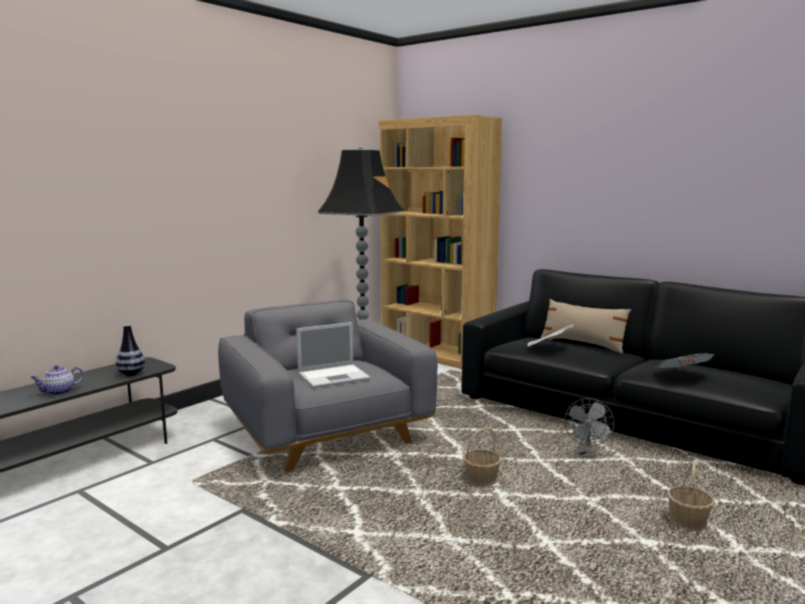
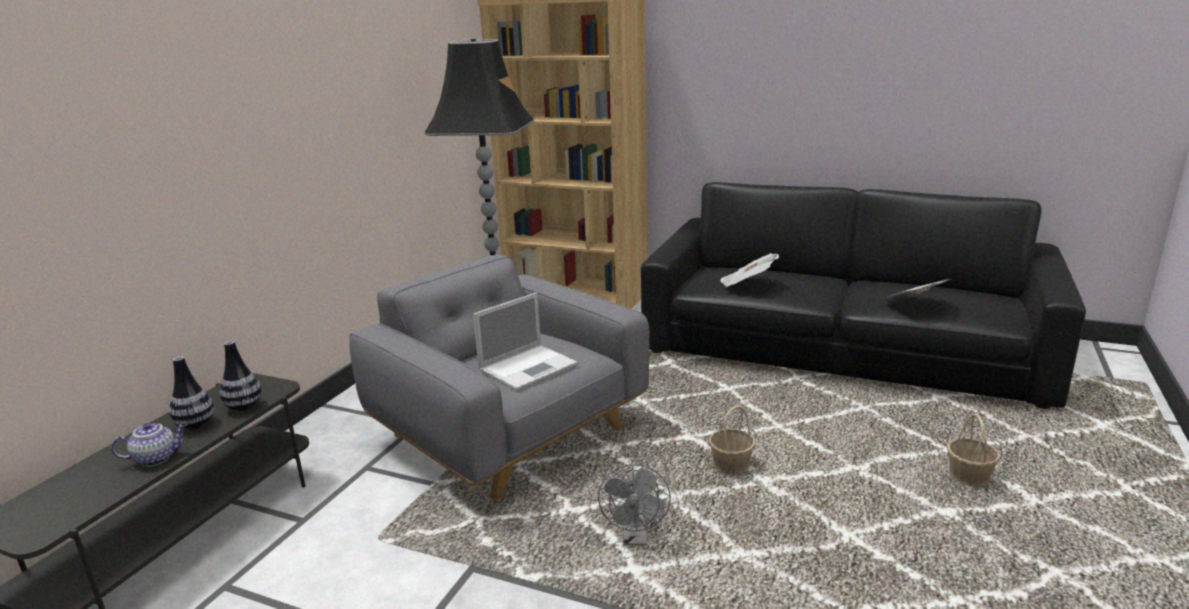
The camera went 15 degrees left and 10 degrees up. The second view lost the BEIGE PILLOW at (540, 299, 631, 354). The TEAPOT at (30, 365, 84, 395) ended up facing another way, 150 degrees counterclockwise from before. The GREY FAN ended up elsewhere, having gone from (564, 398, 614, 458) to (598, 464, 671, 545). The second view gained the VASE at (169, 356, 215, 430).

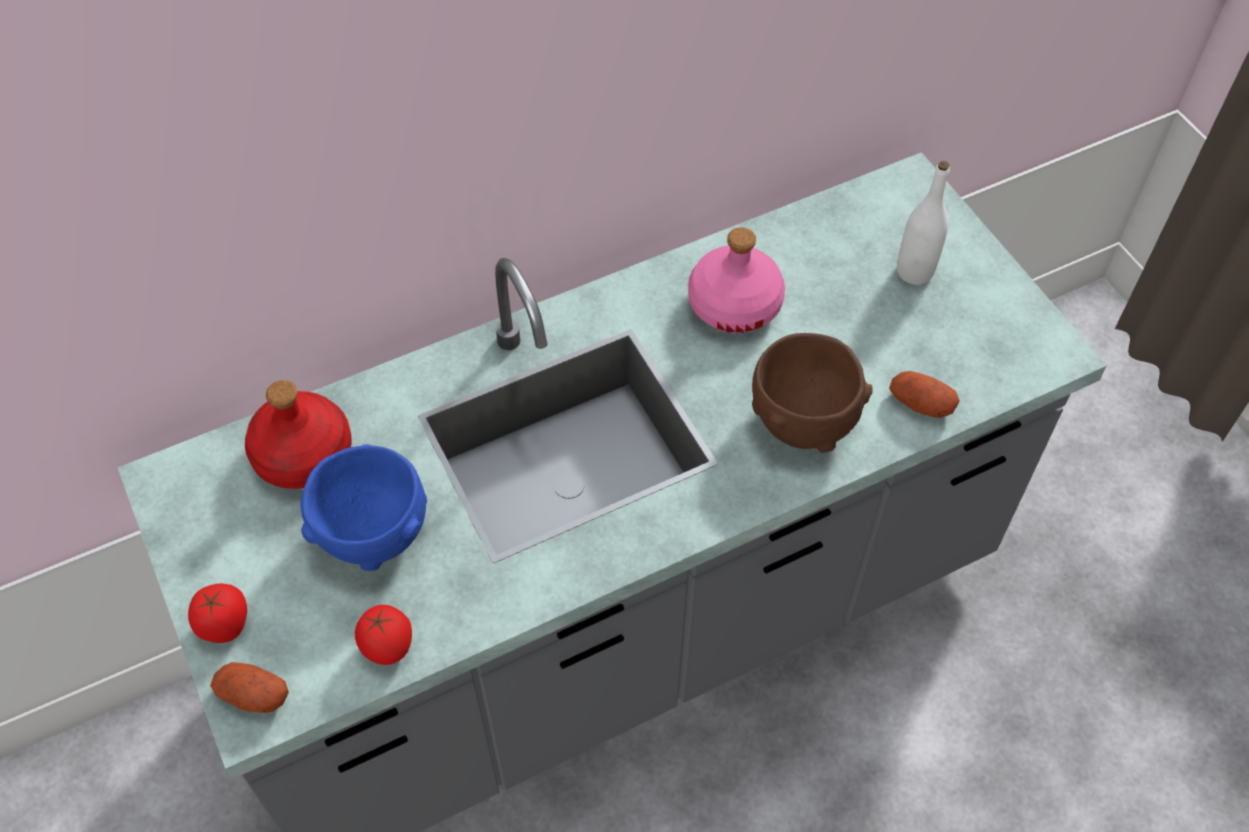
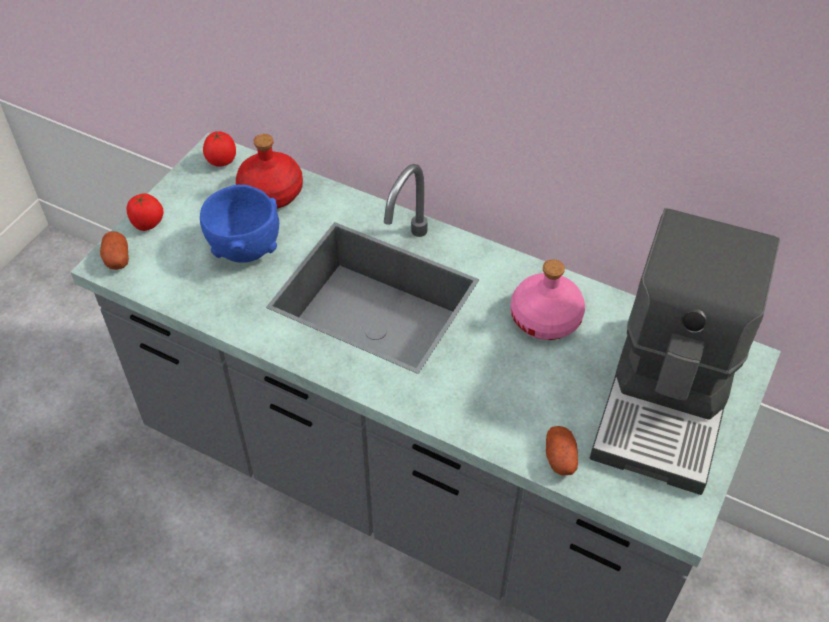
The camera went 55 degrees right and 5 degrees down. Where the WHITE BOTTLE stood at (897, 161, 950, 285), the COFFEE MACHINE came to stand at (590, 208, 780, 495). The second view lost the BROWN BOWL at (752, 333, 873, 453). The TOMATO ended up elsewhere, having gone from (355, 605, 412, 665) to (203, 131, 236, 167).

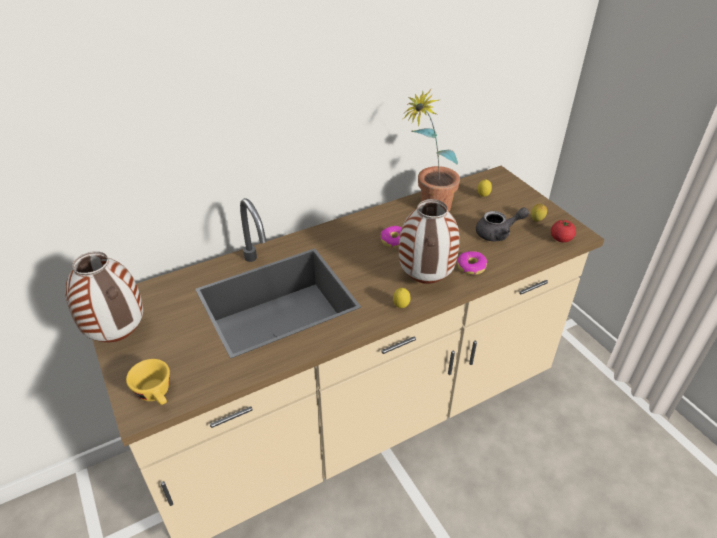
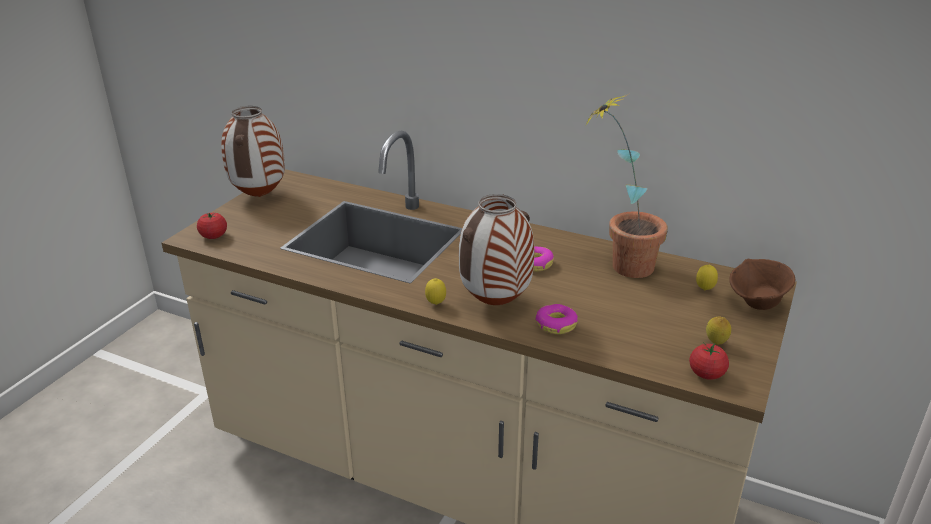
The camera went 55 degrees right and 10 degrees down. The second view lost the GREY TEAPOT at (476, 207, 529, 241). Where the YELLOW CUP stood at (126, 359, 170, 405), the TOMATO came to stand at (197, 213, 227, 239). The second view gained the BROWN BOWL at (729, 259, 795, 310).

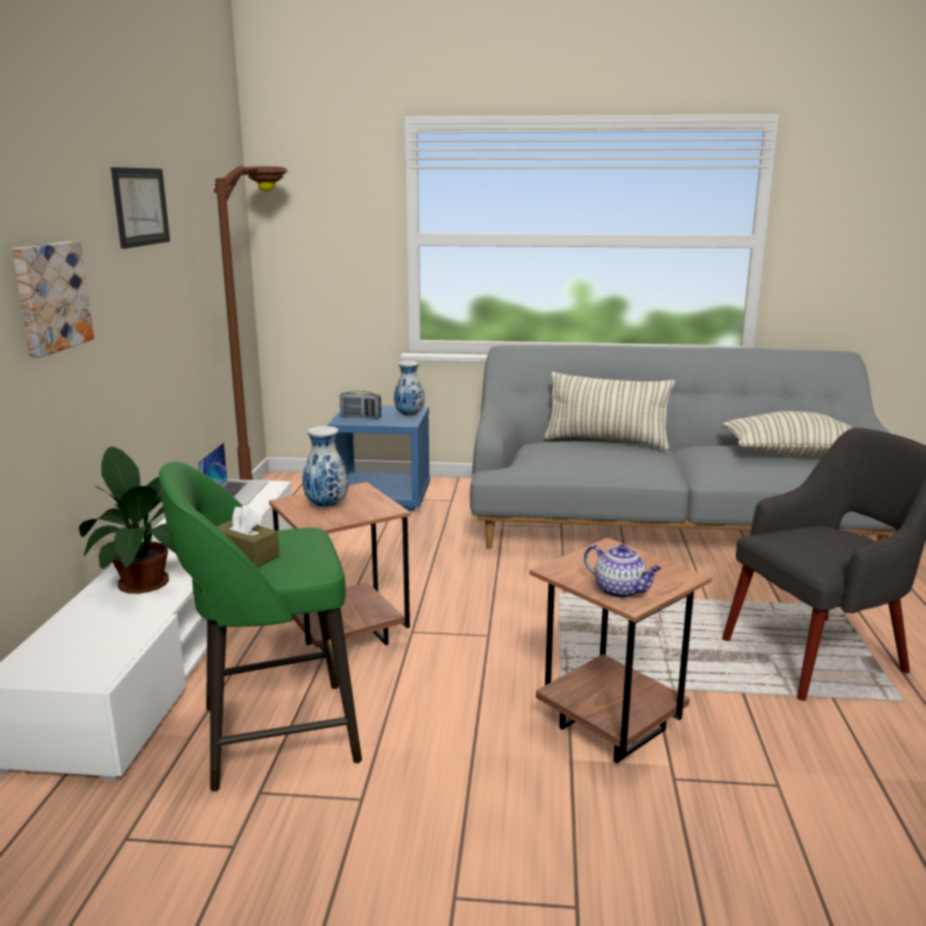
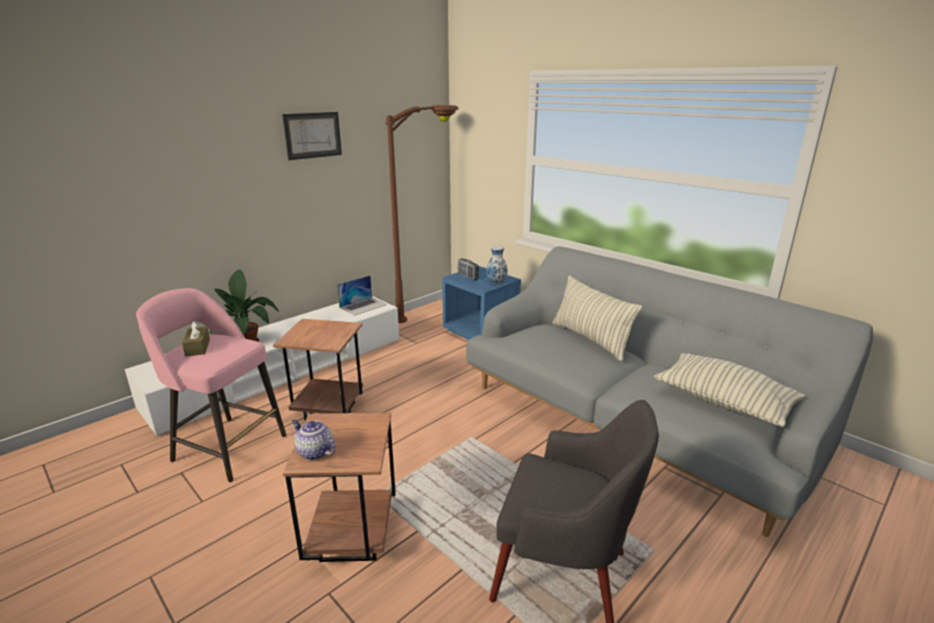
The camera went 40 degrees right and 5 degrees up. The second view lost the PICTURE at (12, 241, 94, 358). The second view lost the VASE at (303, 426, 349, 508). What was the GREEN STOOL at (159, 462, 362, 792) turned into the PINK STOOL at (136, 288, 286, 482). The TEAPOT at (584, 544, 661, 598) ended up facing another way, 135 degrees clockwise from before.

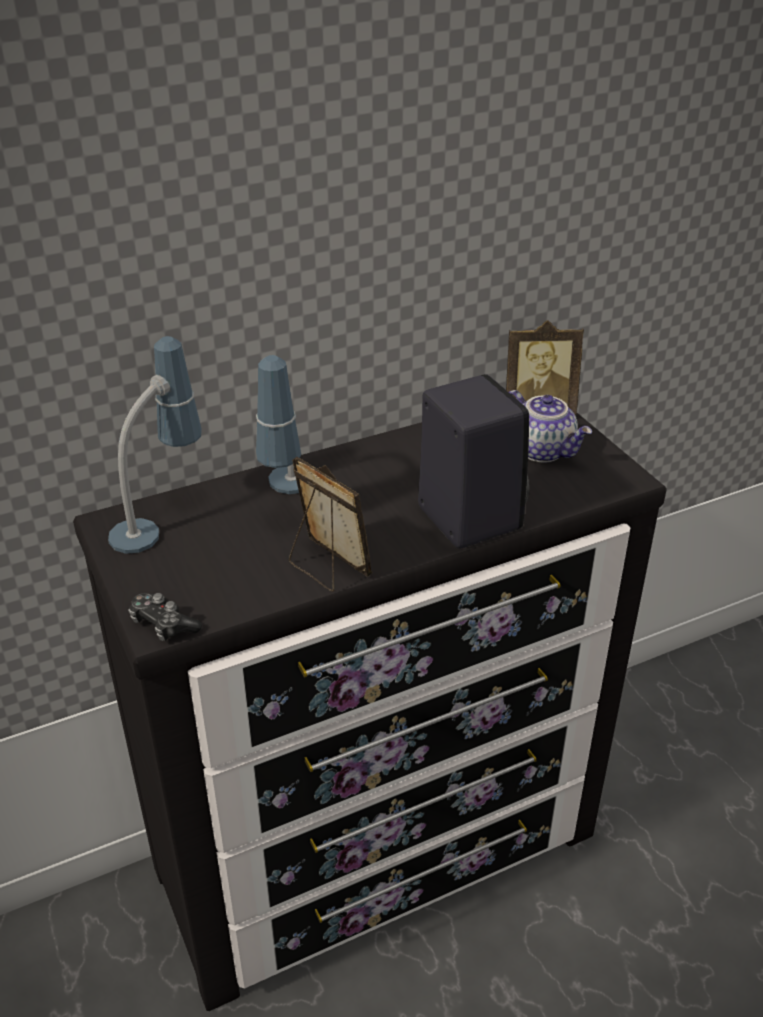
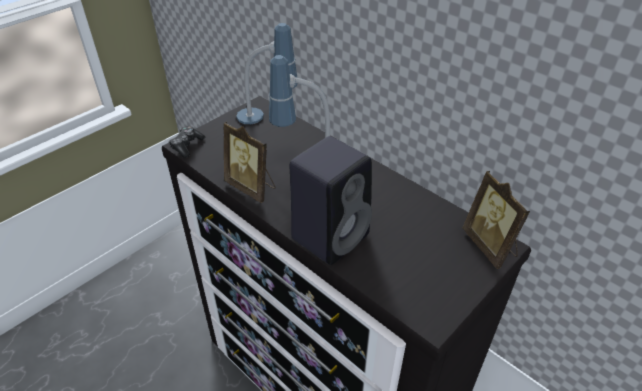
The camera went 70 degrees right and 5 degrees up. The second view lost the TEAPOT at (509, 390, 592, 463). The PICTURE FRAME at (289, 457, 372, 592) ended up facing another way, 105 degrees clockwise from before.

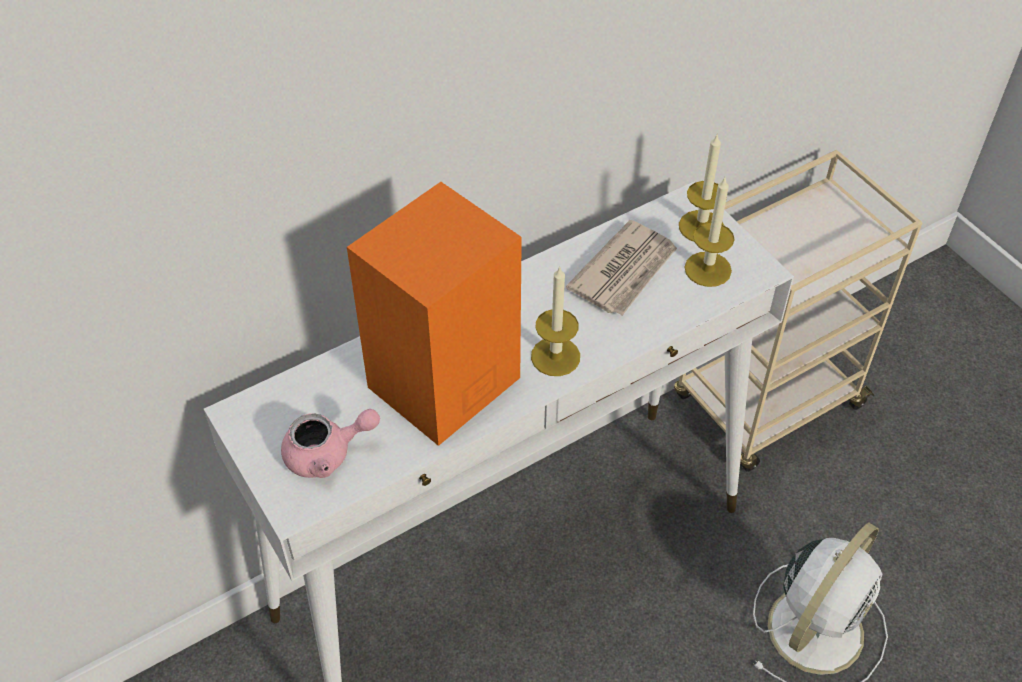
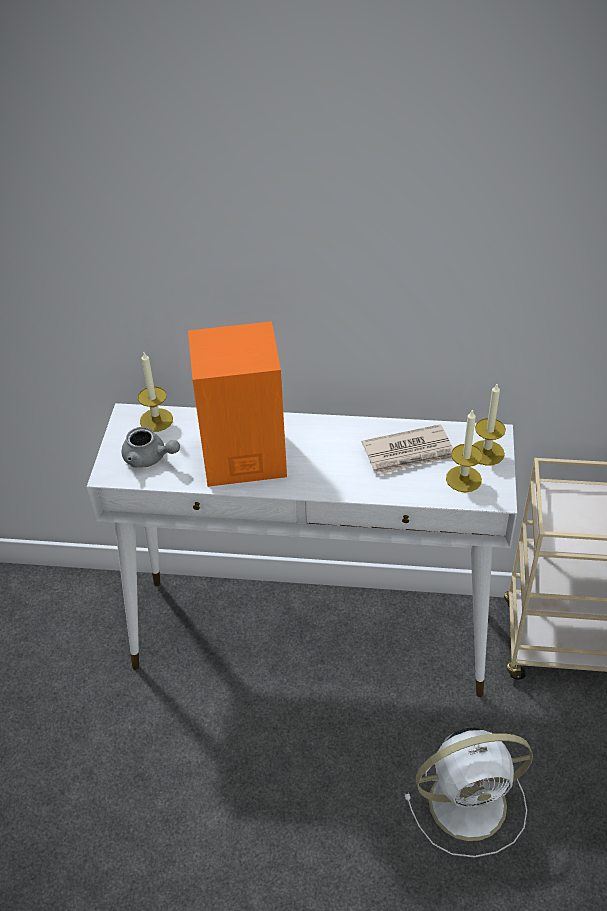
The camera went 40 degrees right and 5 degrees down. The CANDLE ended up elsewhere, having gone from (531, 265, 580, 376) to (138, 352, 173, 432). What was the PINK TEAPOT at (281, 409, 380, 478) turned into the GREY TEAPOT at (122, 427, 180, 468).

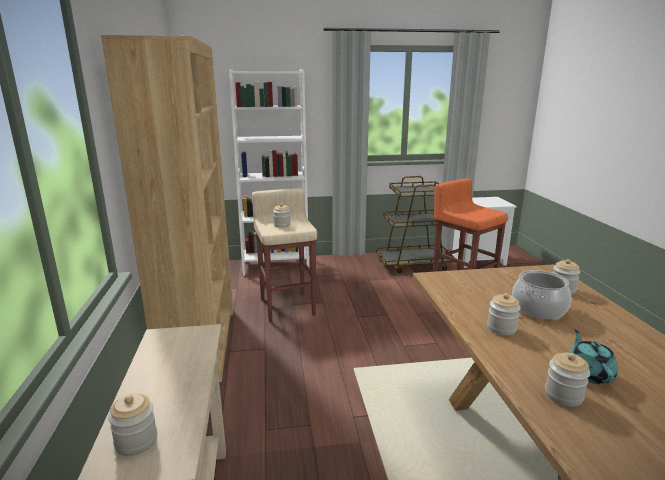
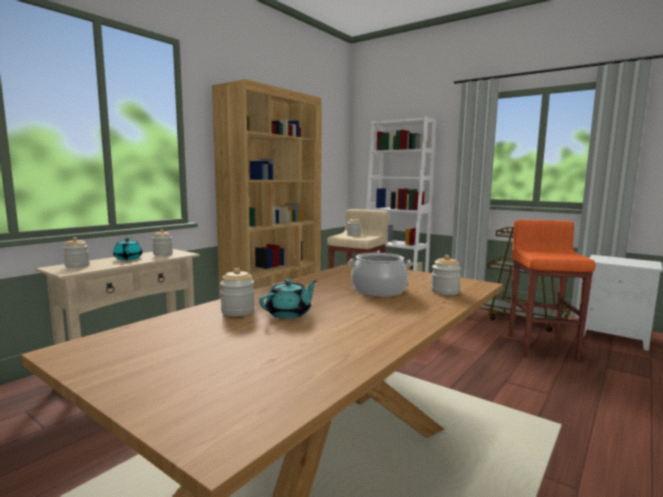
The camera went 45 degrees right and 10 degrees down. The JAR ended up elsewhere, having gone from (487, 293, 521, 335) to (152, 229, 173, 256). The second view gained the TURQUOISE TEAPOT at (113, 238, 142, 260).

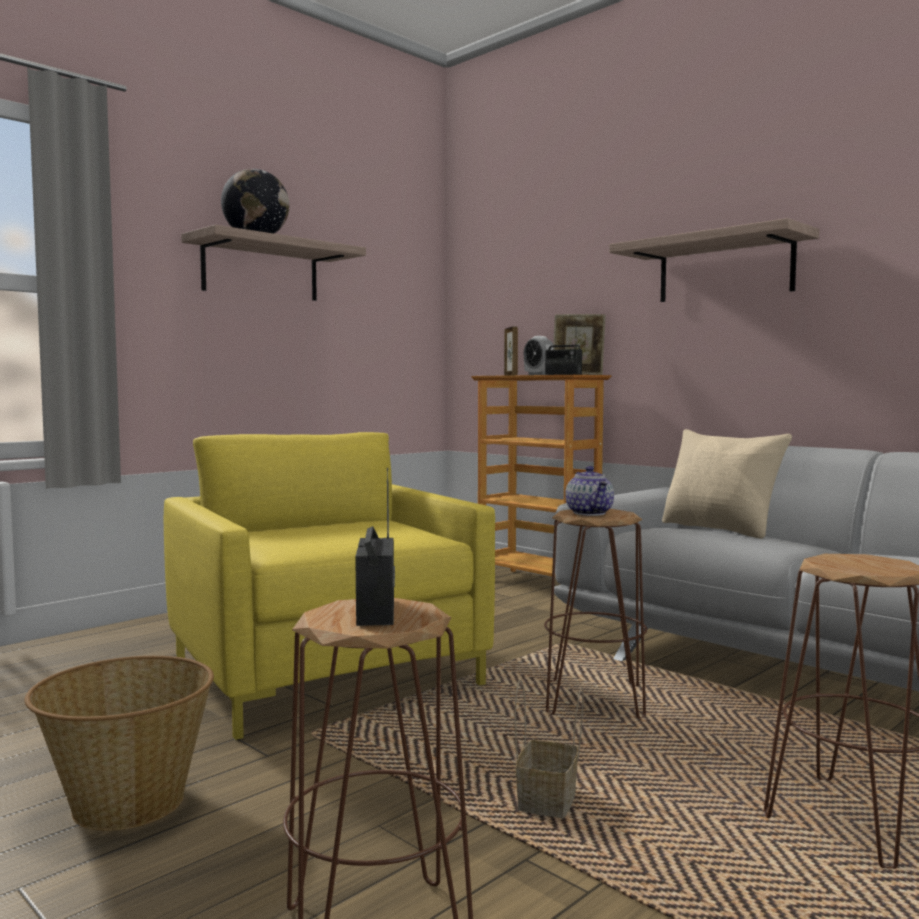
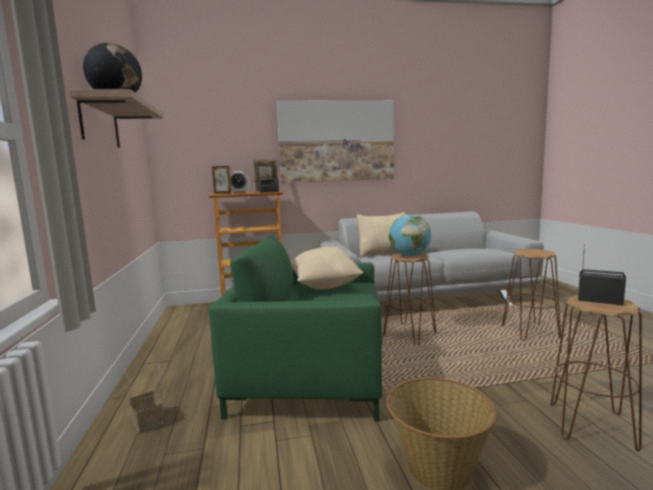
The camera went 55 degrees left and 5 degrees up. Where the SHELF hung at (609, 218, 819, 302), the PICTURE came to hang at (277, 100, 394, 183). What was the YELLOW ARMCHAIR at (164, 432, 495, 740) turned into the GREEN ARMCHAIR at (208, 235, 383, 421). Where the TEAPOT stood at (565, 466, 614, 516), the GLOBE came to stand at (389, 214, 431, 256). The BASKET ended up elsewhere, having gone from (515, 680, 584, 818) to (125, 363, 163, 433). The second view gained the BEIGE PILLOW at (290, 247, 364, 289).

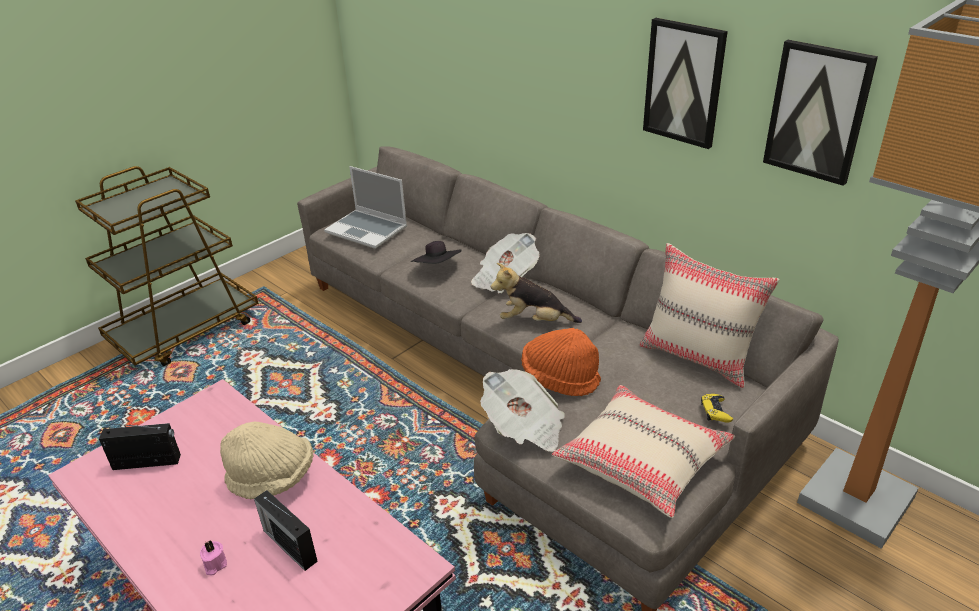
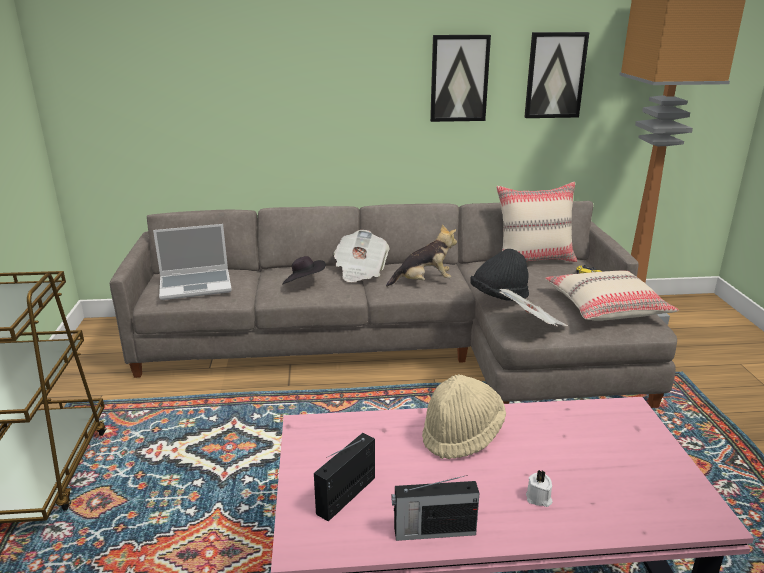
The camera went 50 degrees left and 10 degrees down. The PLUSH TOY at (491, 263, 582, 323) ended up facing another way, 150 degrees counterclockwise from before. What was the ORANGE HAT at (521, 328, 601, 396) turned into the BLACK HAT at (470, 249, 529, 301). The RADIO ended up elsewhere, having gone from (254, 490, 318, 571) to (391, 475, 479, 541). What was the PINK CANDLE at (200, 541, 227, 575) turned into the WHITE CANDLE at (526, 470, 553, 507).

